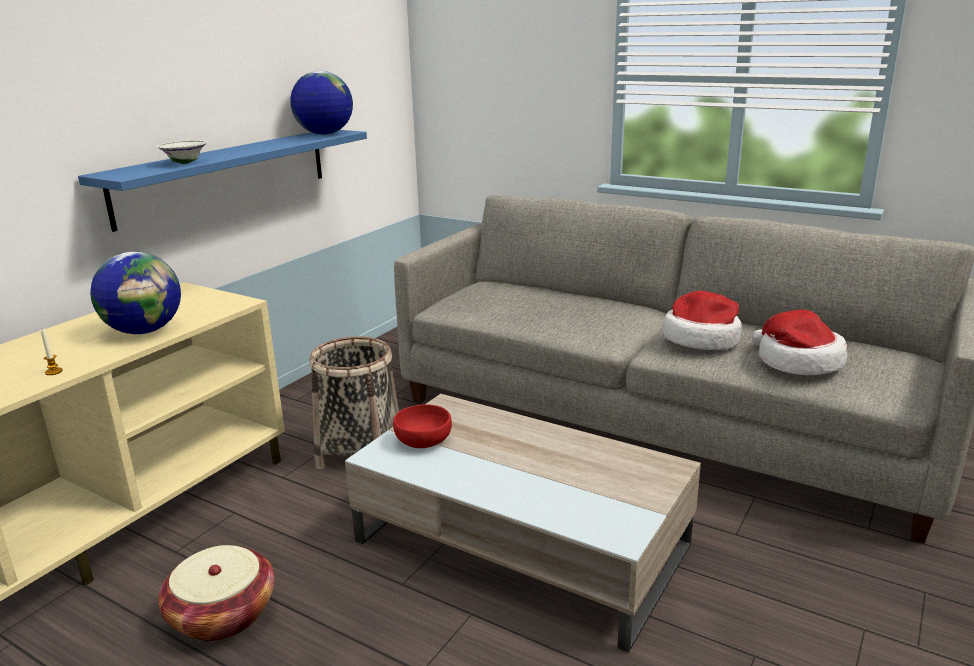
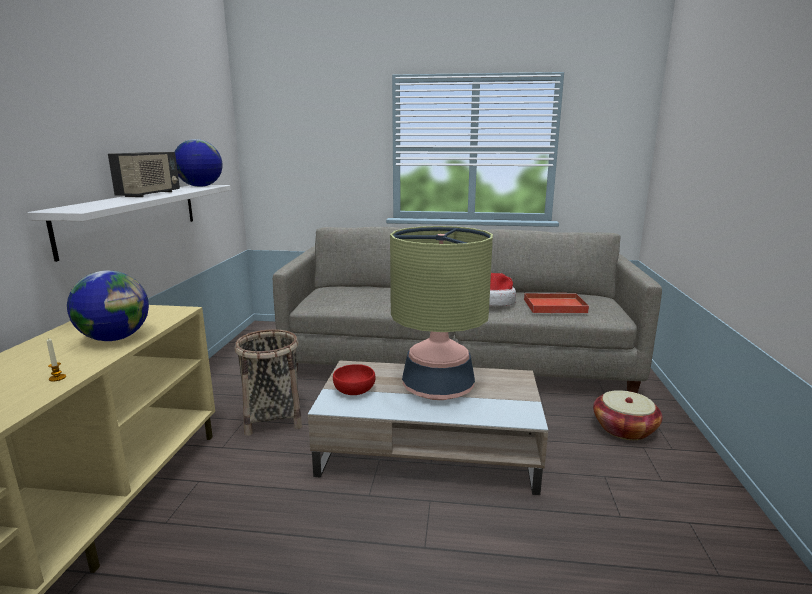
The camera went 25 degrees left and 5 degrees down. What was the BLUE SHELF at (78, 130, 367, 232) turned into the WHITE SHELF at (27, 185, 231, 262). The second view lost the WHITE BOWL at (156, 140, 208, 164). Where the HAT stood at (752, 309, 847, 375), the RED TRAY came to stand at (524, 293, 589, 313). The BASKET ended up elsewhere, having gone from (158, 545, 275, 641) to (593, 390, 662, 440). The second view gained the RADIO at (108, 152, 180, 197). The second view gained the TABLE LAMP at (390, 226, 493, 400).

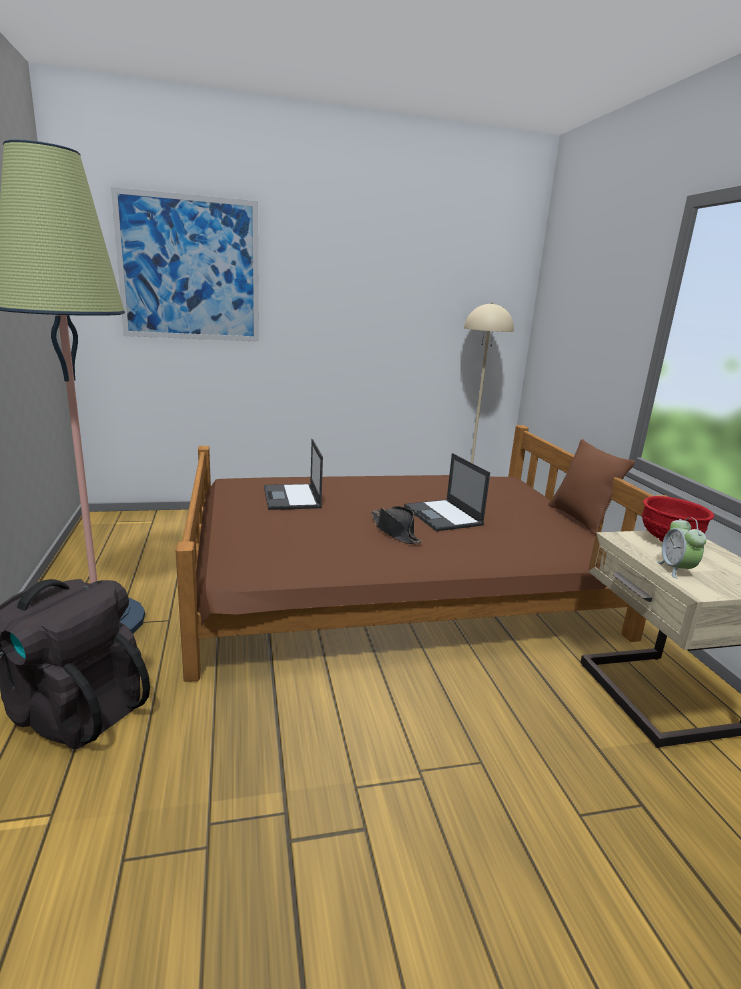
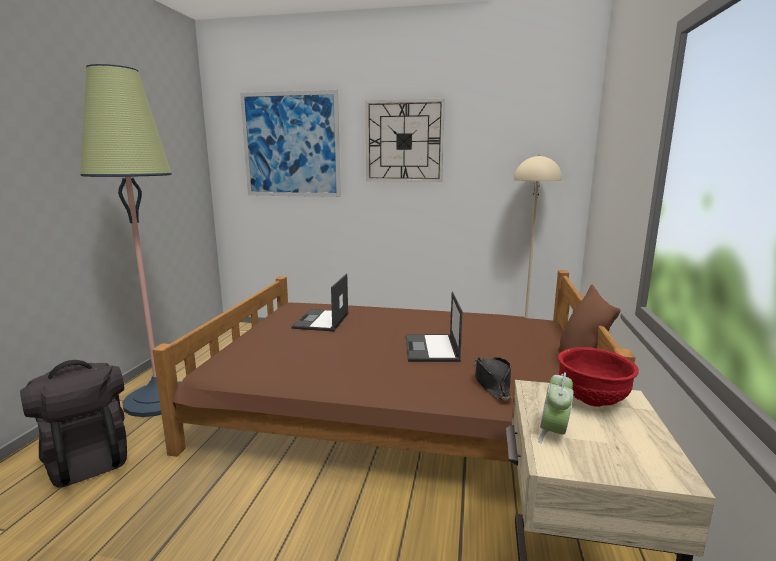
The camera went 25 degrees right and 5 degrees down. The BLACK HAT ended up elsewhere, having gone from (371, 506, 422, 544) to (475, 357, 512, 400). The second view gained the WALL CLOCK at (365, 99, 445, 182).

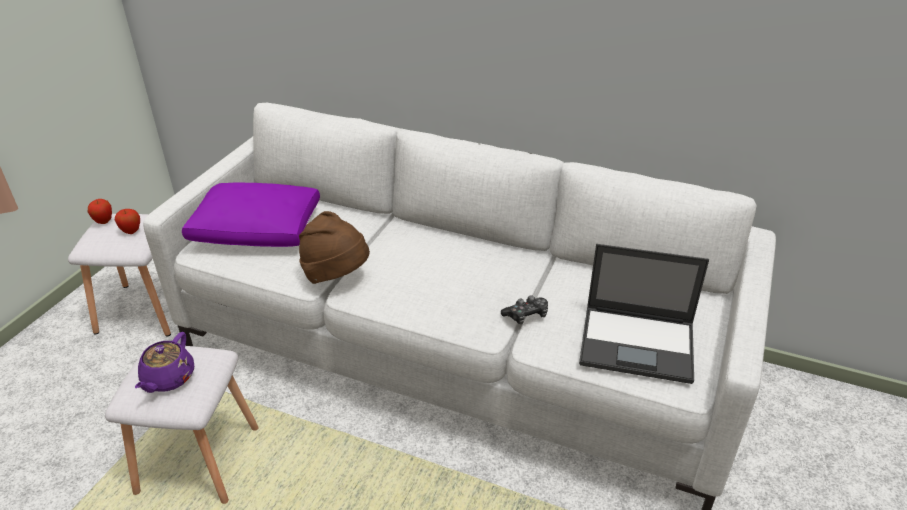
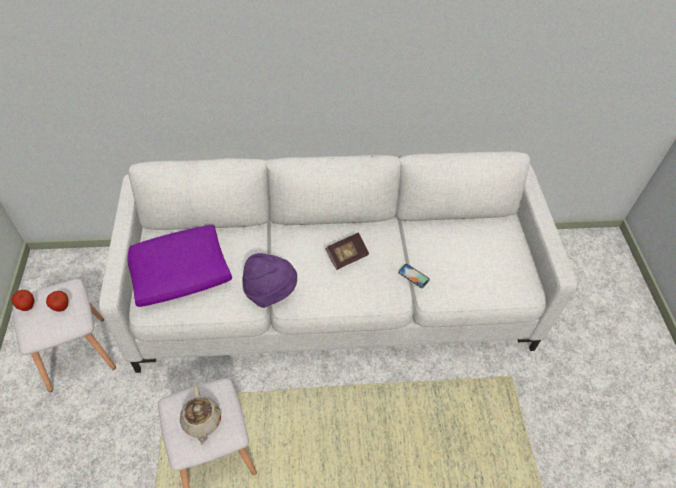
The camera went 30 degrees left and 15 degrees up. What was the BROWN HAT at (299, 211, 370, 284) turned into the PURPLE HAT at (242, 253, 297, 308). The second view lost the LAPTOP at (579, 244, 709, 384). Where the GAME CONTROLLER stood at (501, 295, 548, 324), the PHONE came to stand at (398, 264, 430, 288). What was the PURPLE TEAPOT at (135, 332, 194, 393) turned into the BEIGE TEAPOT at (180, 385, 221, 446). The second view gained the BOOK at (325, 232, 369, 270).

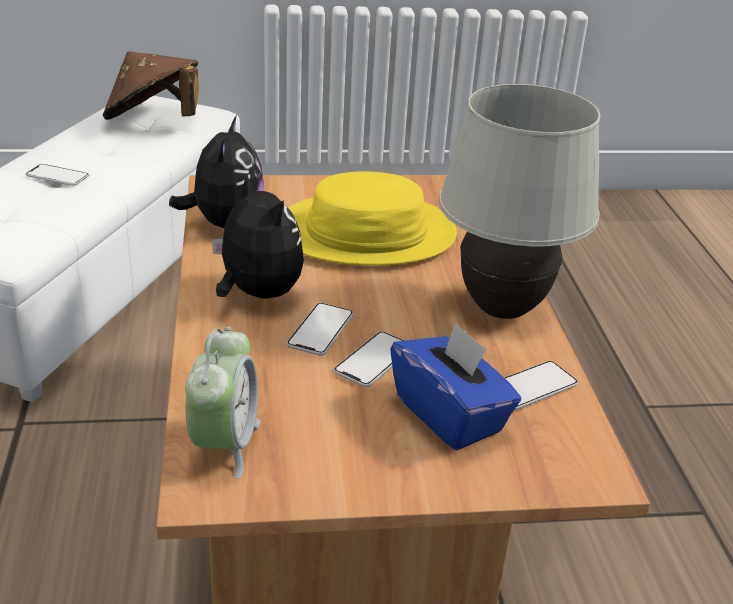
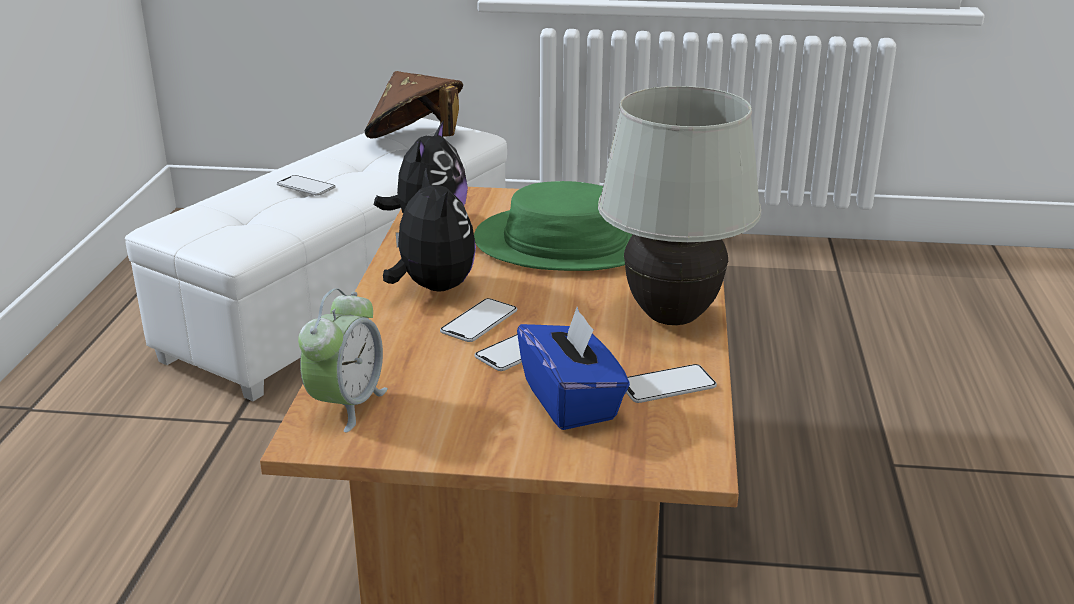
The camera went 15 degrees right and 5 degrees down. What was the YELLOW HAT at (288, 171, 457, 265) turned into the GREEN HAT at (474, 181, 633, 271).

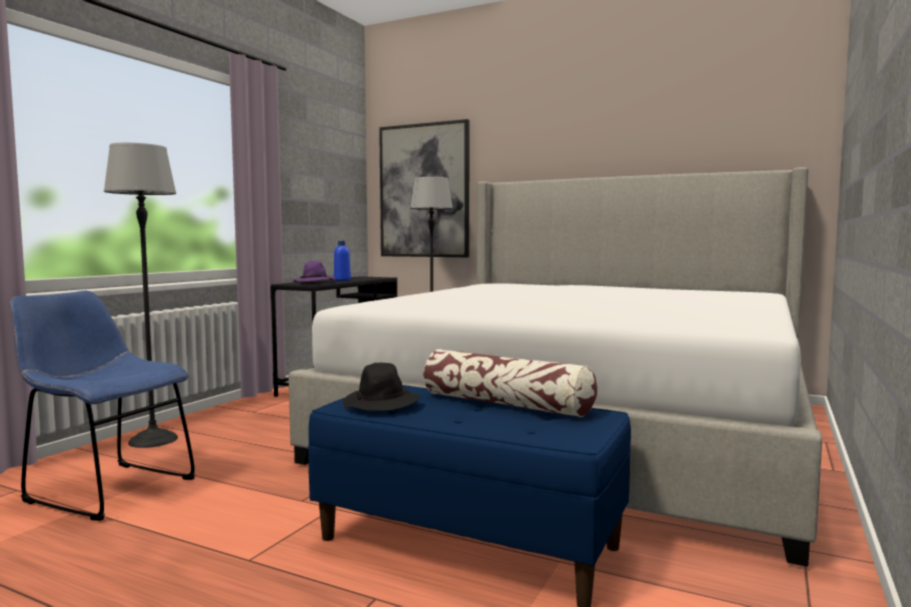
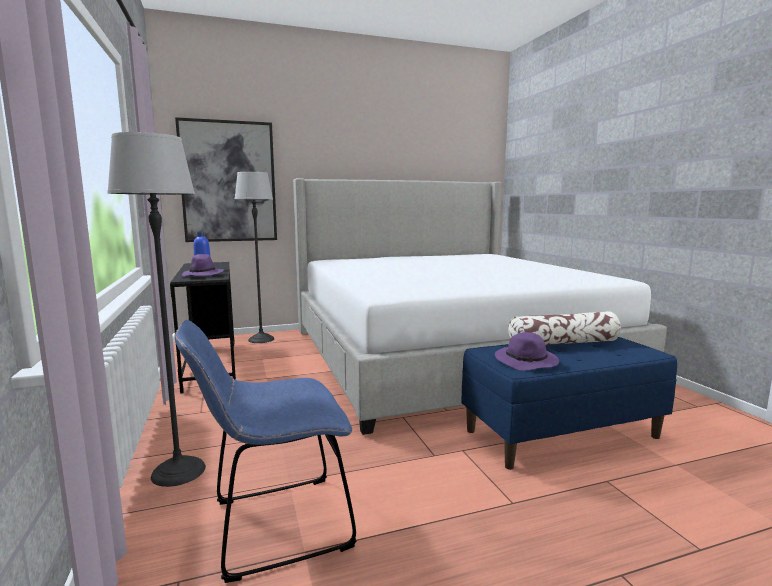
The camera went 45 degrees left and 5 degrees up. What was the BLACK HAT at (343, 363, 421, 411) turned into the PURPLE HAT at (495, 332, 559, 371).

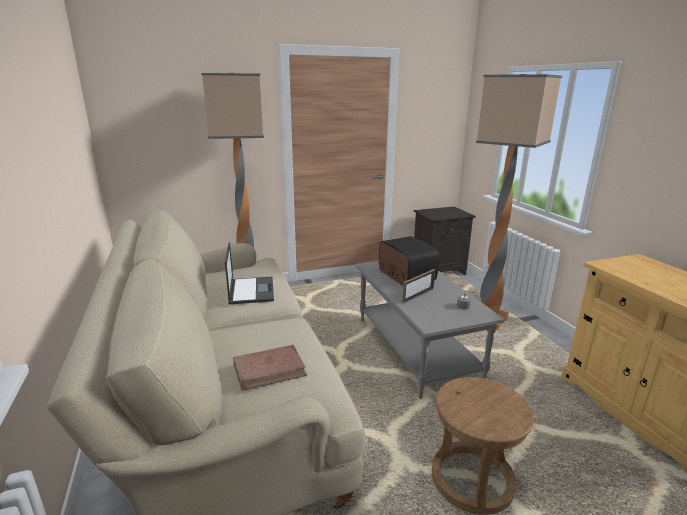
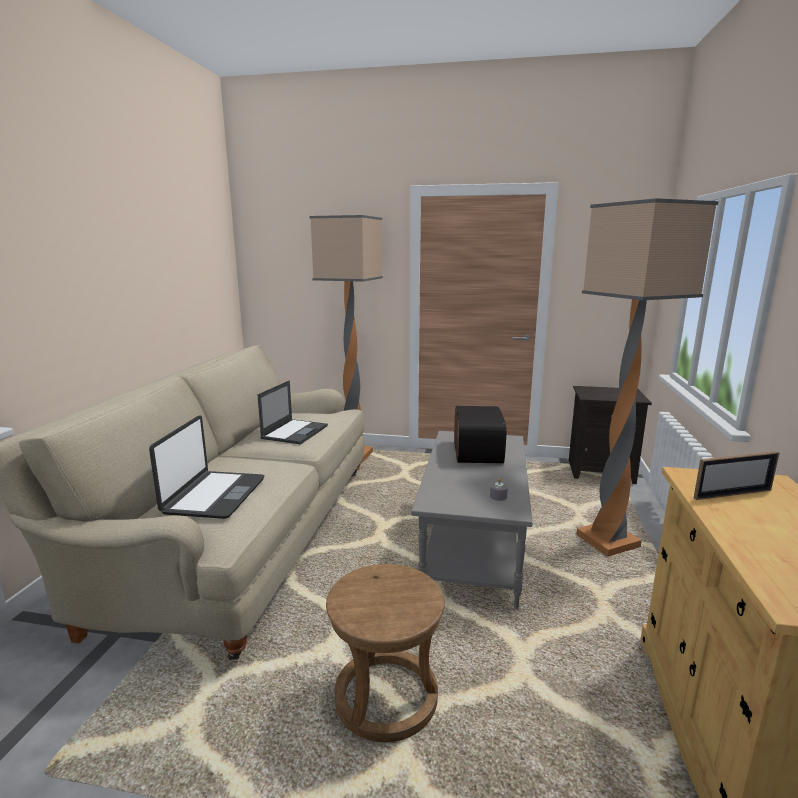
The camera went 30 degrees right and 5 degrees down. The PICTURE FRAME ended up elsewhere, having gone from (402, 269, 435, 304) to (693, 451, 780, 500). Where the BROWN BOOK stood at (233, 345, 307, 391), the LAPTOP came to stand at (149, 415, 264, 519).

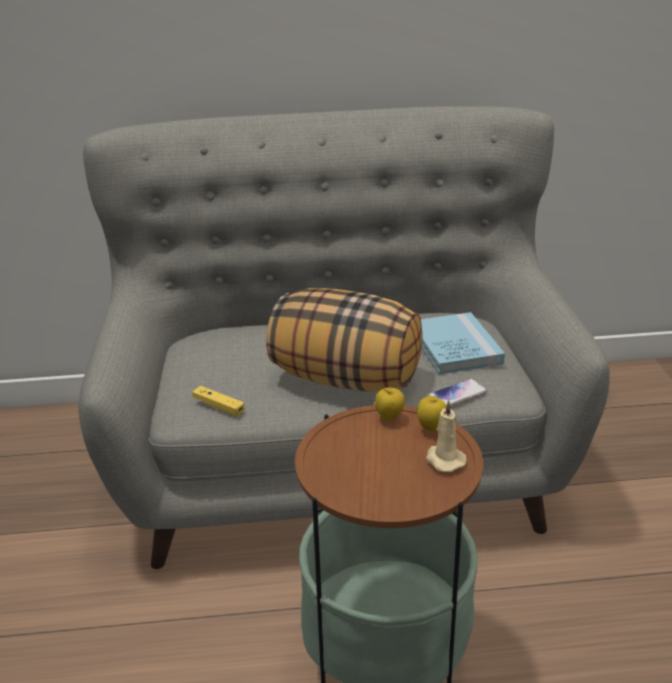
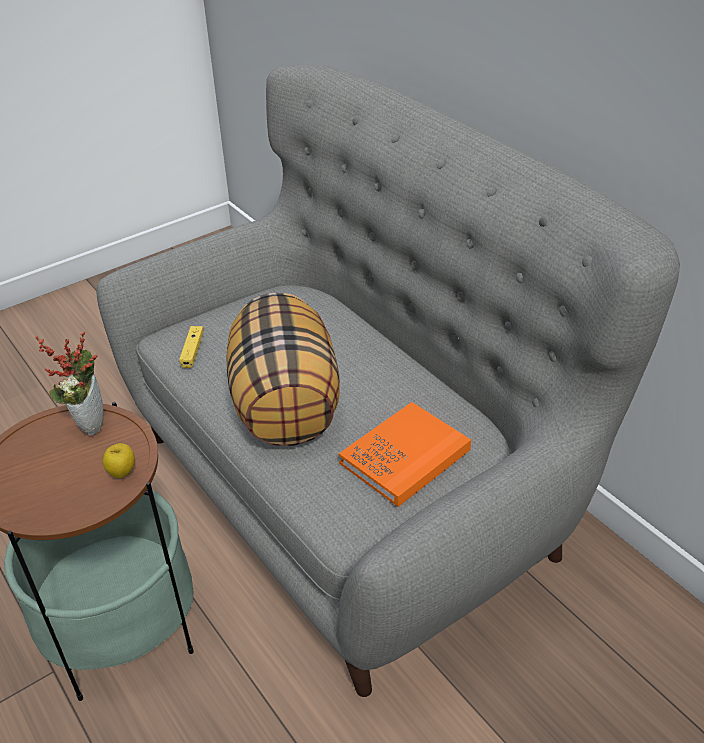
The camera went 60 degrees right and 10 degrees up. What was the BLUE BOOK at (421, 312, 505, 374) turned into the ORANGE BOOK at (339, 402, 471, 507). The second view lost the PHONE at (427, 379, 487, 406). The second view lost the APPLE at (375, 388, 405, 420). The second view lost the BEIGE CANDLE at (426, 400, 467, 472). The second view gained the POTTED PLANT at (36, 331, 104, 436).

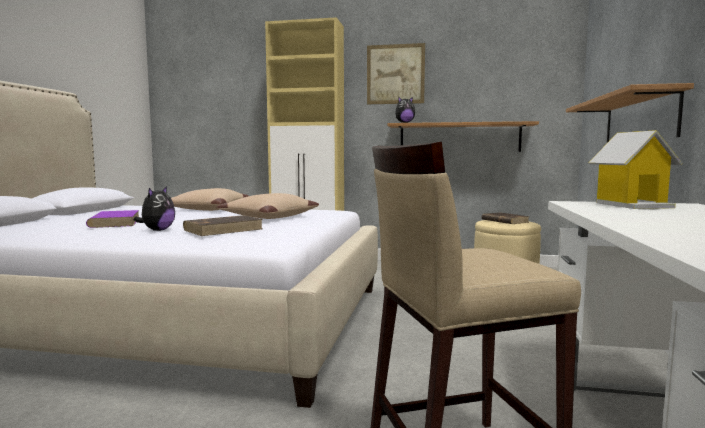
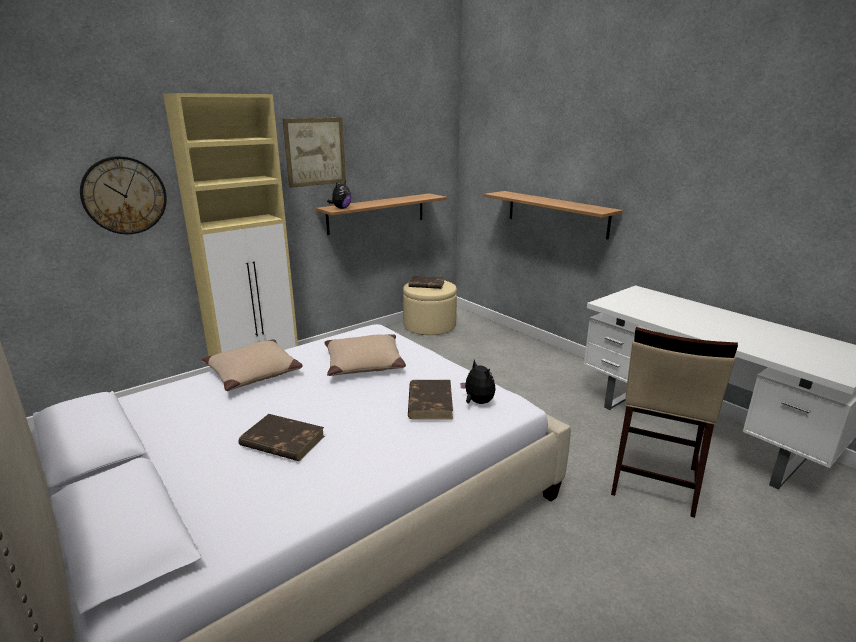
The camera went 50 degrees left and 15 degrees up. The second view lost the TOY HOUSE at (589, 130, 683, 209). The PLUSH TOY ended up elsewhere, having gone from (133, 186, 175, 231) to (461, 359, 496, 404). What was the PURPLE BOOK at (86, 210, 139, 228) turned into the BROWN BOOK at (239, 414, 325, 461). The second view gained the WALL CLOCK at (80, 156, 167, 234).

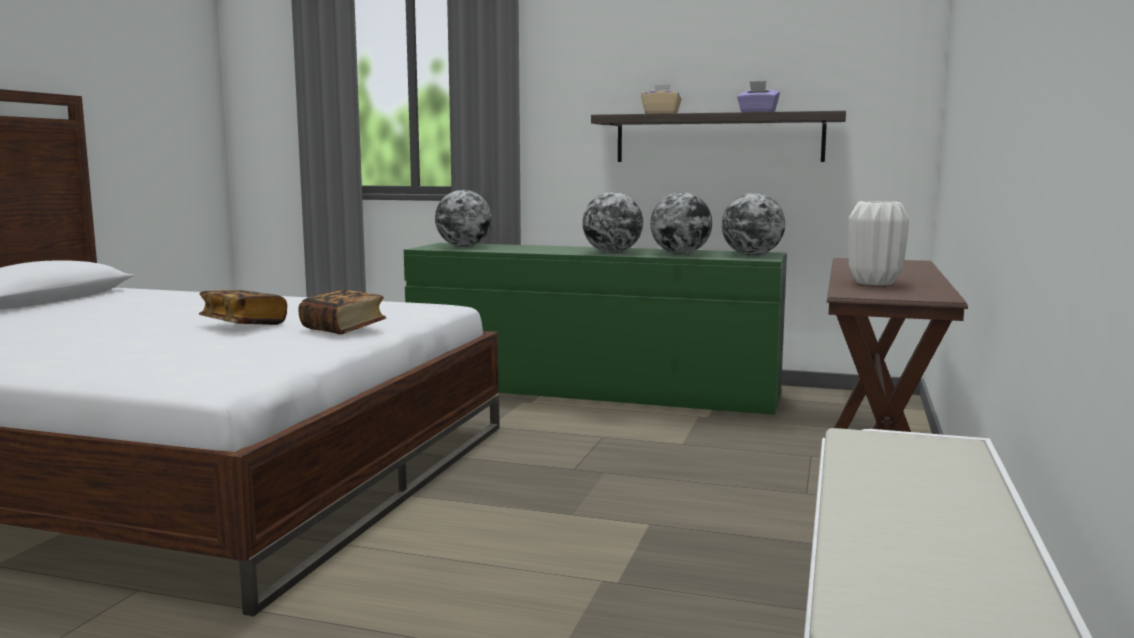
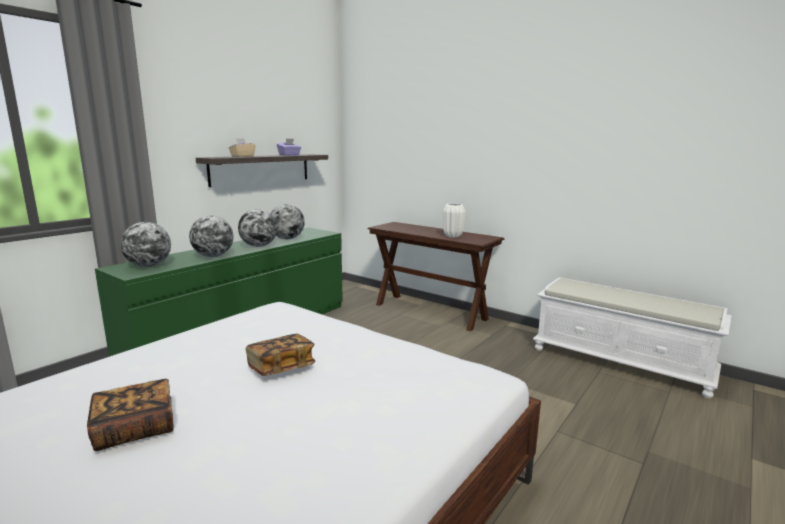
The camera went 70 degrees left and 5 degrees up. The GLOBE ended up elsewhere, having gone from (722, 193, 785, 256) to (189, 216, 234, 257). The BOOK ended up elsewhere, having gone from (298, 290, 386, 334) to (87, 379, 174, 451).

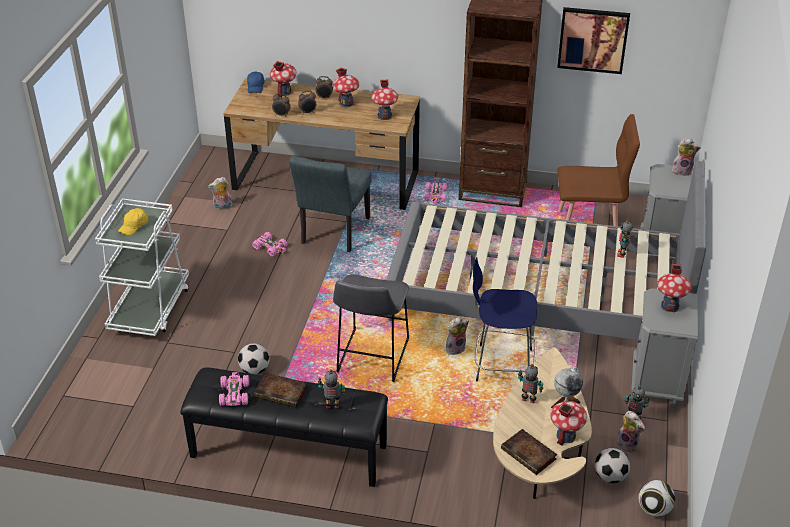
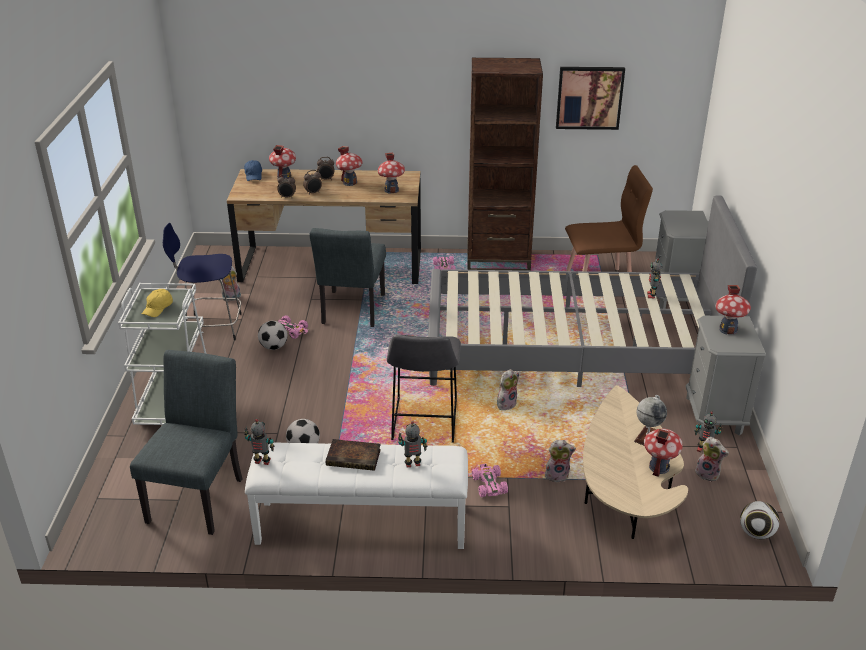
The camera went 10 degrees left and 5 degrees down. The PLUSH TOY ended up elsewhere, having gone from (672, 138, 701, 176) to (545, 440, 576, 483). The BLUE STOOL ended up elsewhere, having gone from (473, 257, 537, 381) to (163, 223, 241, 340). The TOY ROBOT ended up elsewhere, having gone from (518, 364, 543, 403) to (244, 419, 274, 465). What was the BLACK BENCH at (180, 367, 388, 487) turned into the WHITE BENCH at (245, 442, 468, 549). The PINK TOY CAR ended up elsewhere, having gone from (219, 372, 249, 406) to (472, 464, 508, 497). The second view lost the BOOK at (501, 429, 557, 475). The FOOTBALL ended up elsewhere, having gone from (595, 448, 630, 483) to (258, 321, 288, 350). The second view gained the GREY CHAIR at (130, 350, 243, 535).

